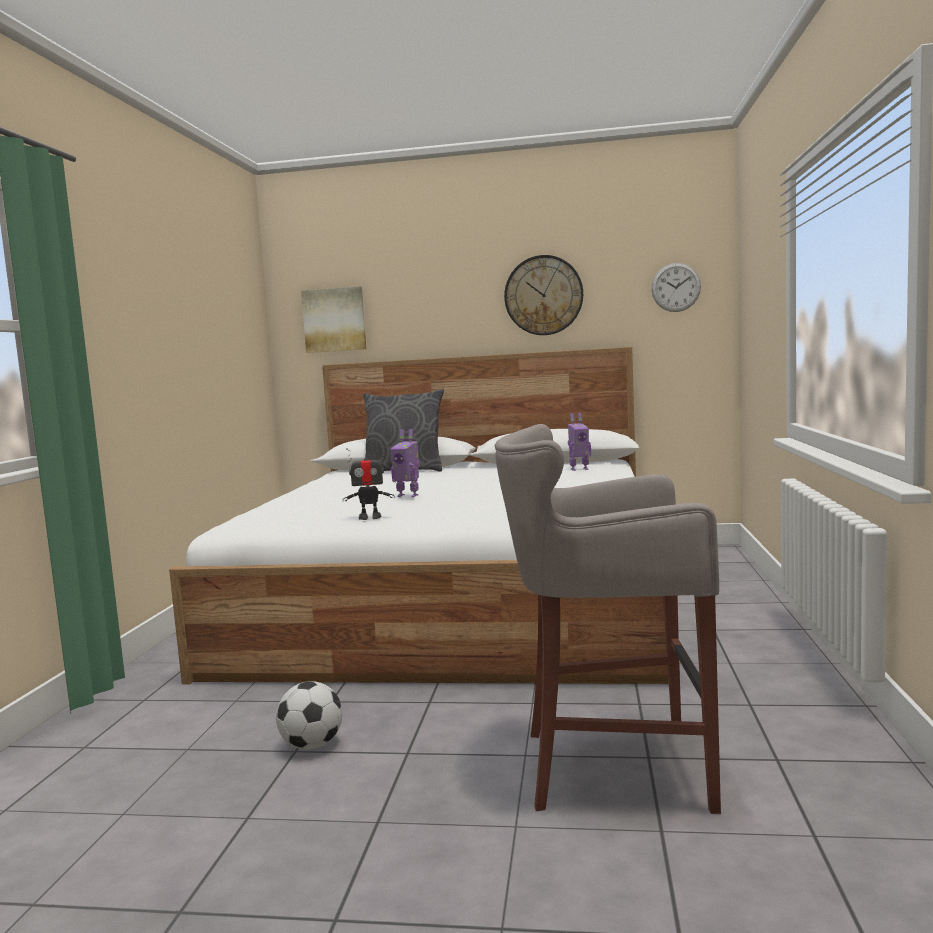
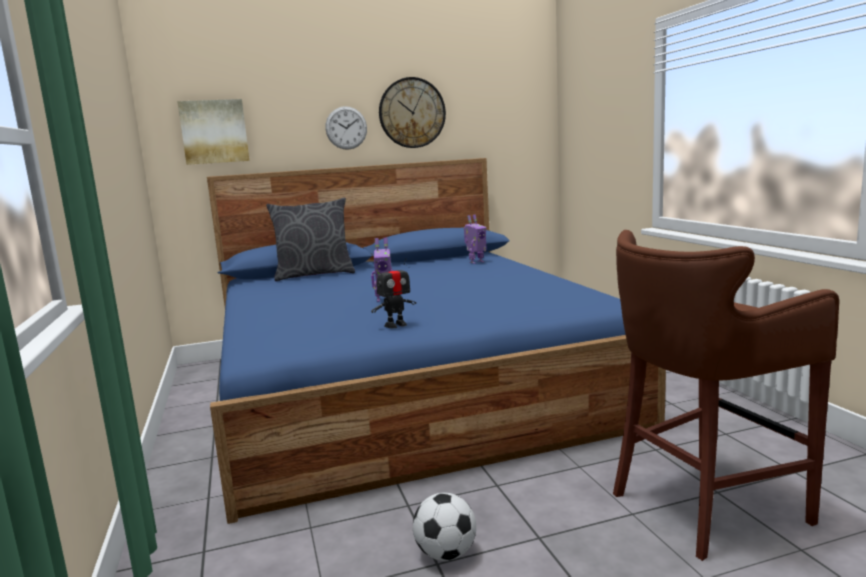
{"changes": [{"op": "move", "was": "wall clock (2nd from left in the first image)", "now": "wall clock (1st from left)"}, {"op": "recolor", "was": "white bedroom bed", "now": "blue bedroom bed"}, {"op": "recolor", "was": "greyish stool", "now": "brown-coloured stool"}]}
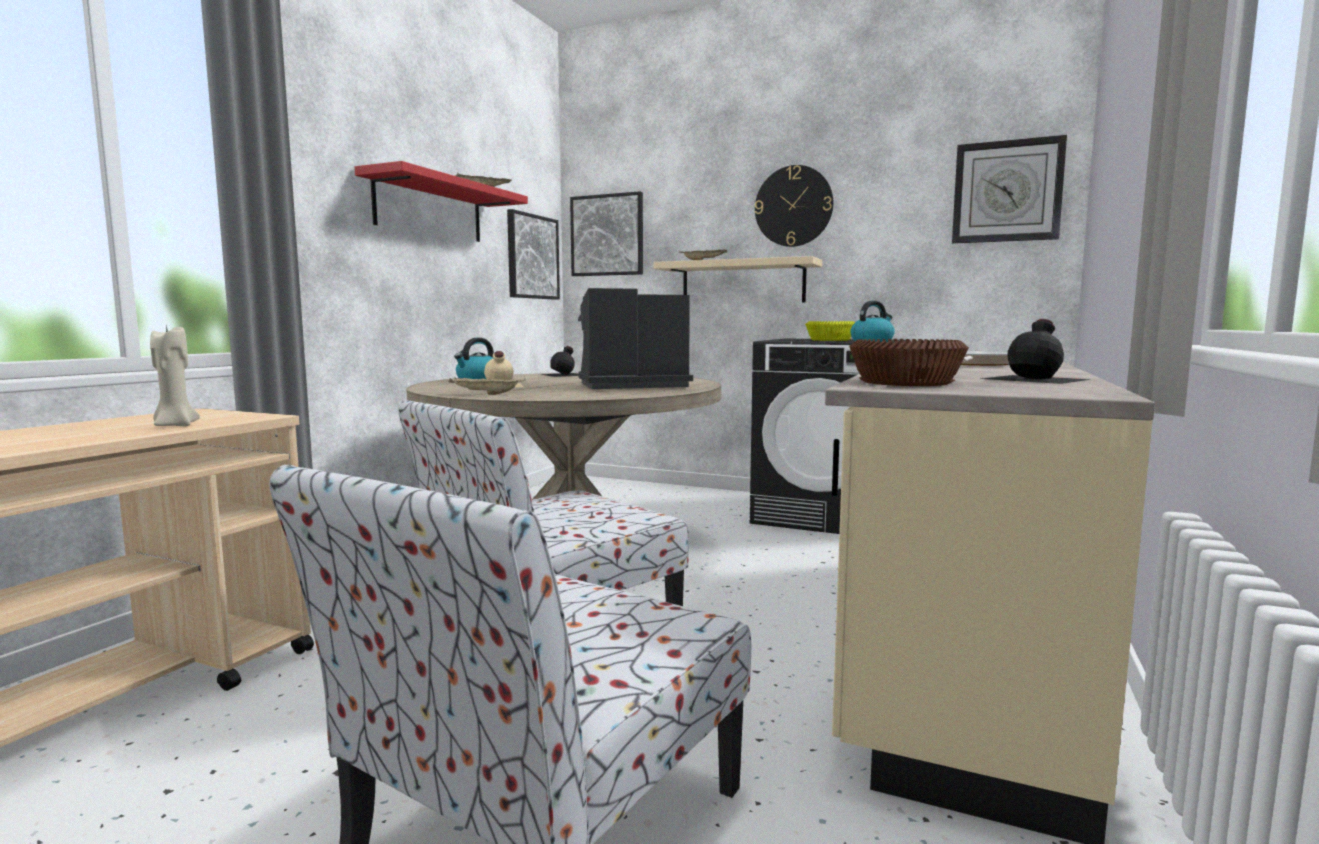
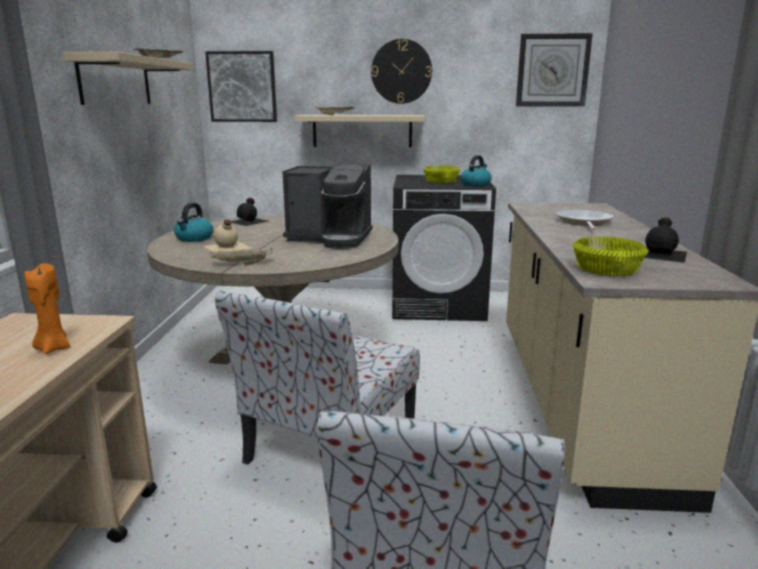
{"changes": [{"op": "delete", "was": "wall picture (1st from left)"}, {"op": "recolor", "was": "beige wax light", "now": "orange-coloured wax light"}, {"op": "recolor", "was": "red shelf", "now": "beige shelf (1st from left)"}, {"op": "recolor", "was": "brown-coloured bowl", "now": "yellow-coloured bowl (2nd from left)"}, {"op": "rotate", "was": "coffee brewer", "clockwise": -135}]}
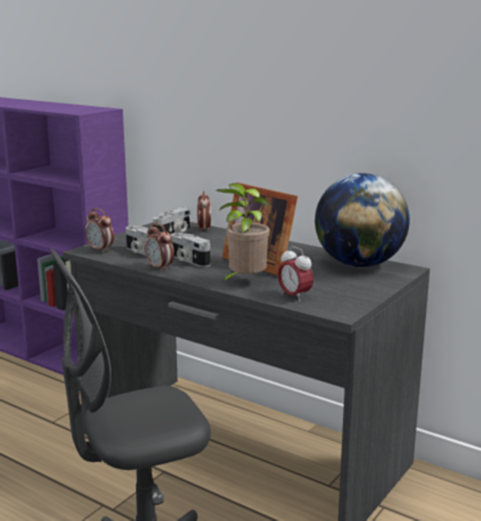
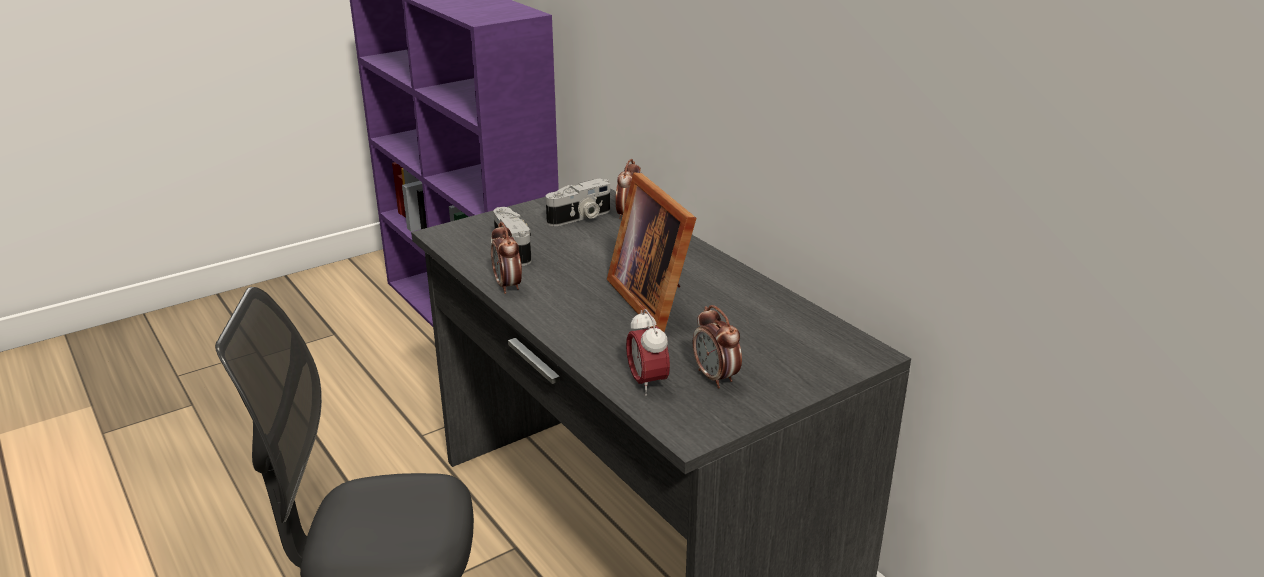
{"changes": [{"op": "delete", "was": "still camera (3rd from left)"}, {"op": "delete", "was": "plant in a pot"}, {"op": "delete", "was": "globe"}, {"op": "move", "was": "alarm clock (1st from left in the first image)", "now": "alarm clock (4th from left)"}]}
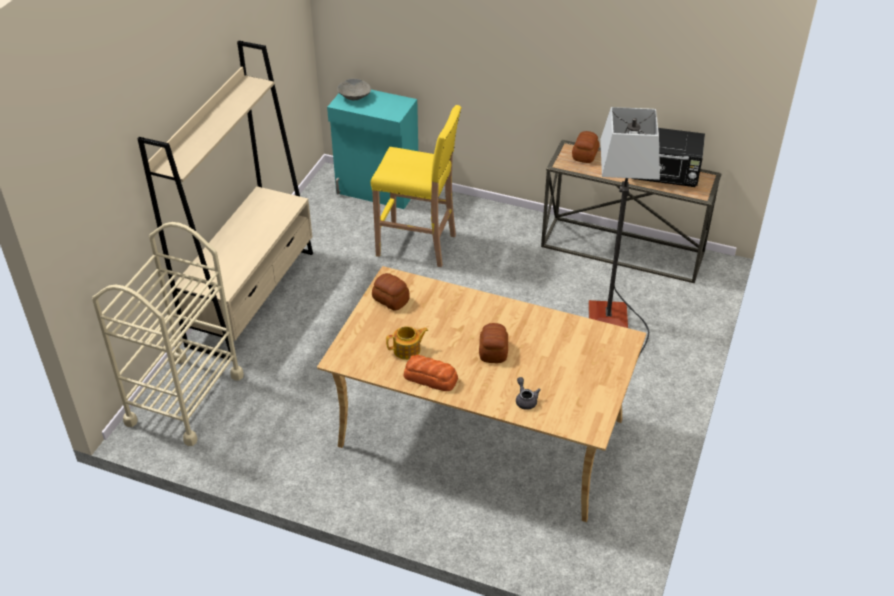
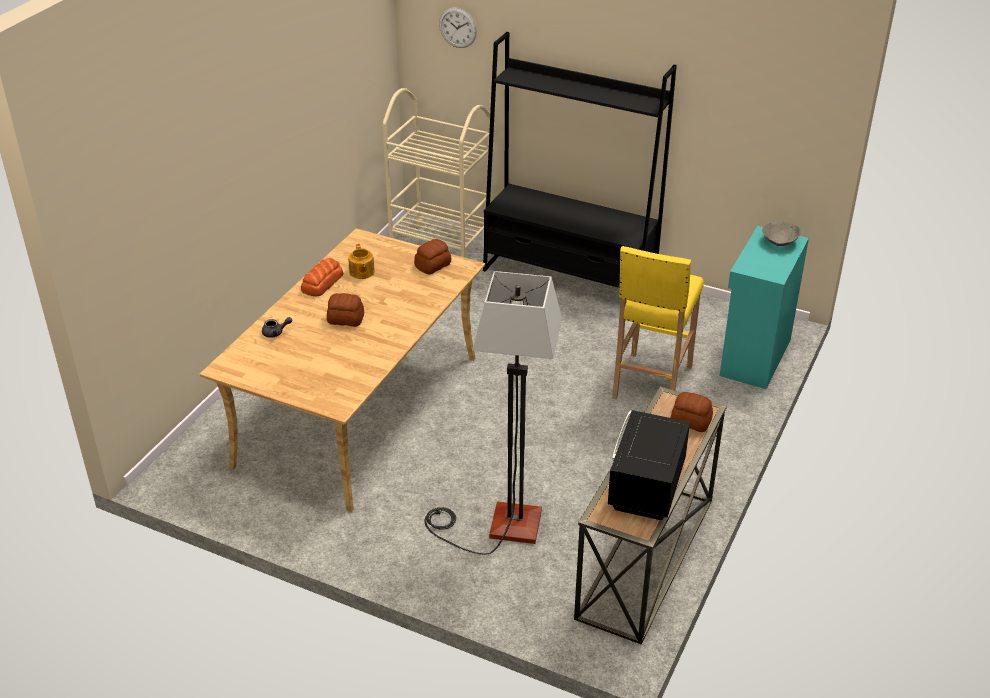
{"changes": [{"op": "insert", "now": "wall clock"}, {"op": "recolor", "was": "beige bookcase", "now": "black-coloured bookcase"}]}
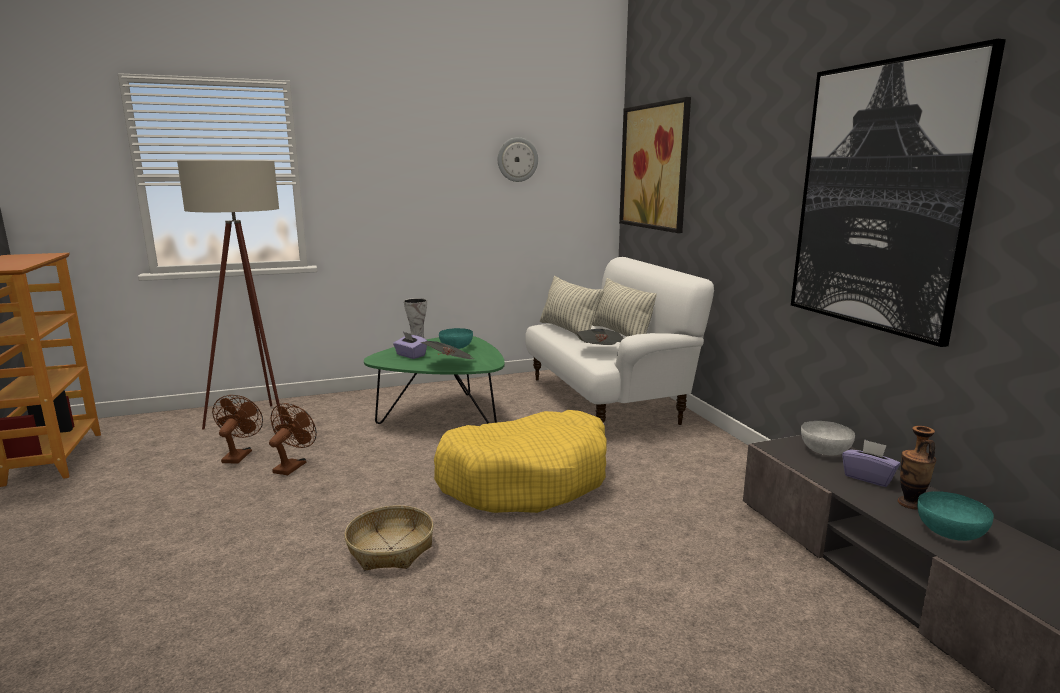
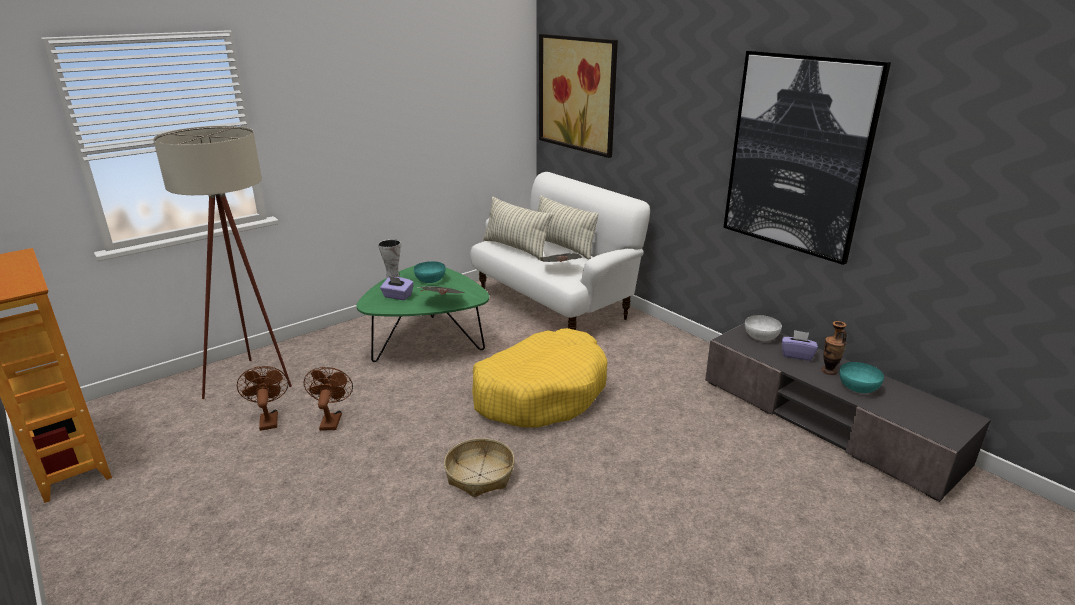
{"changes": [{"op": "delete", "was": "wall clock"}]}
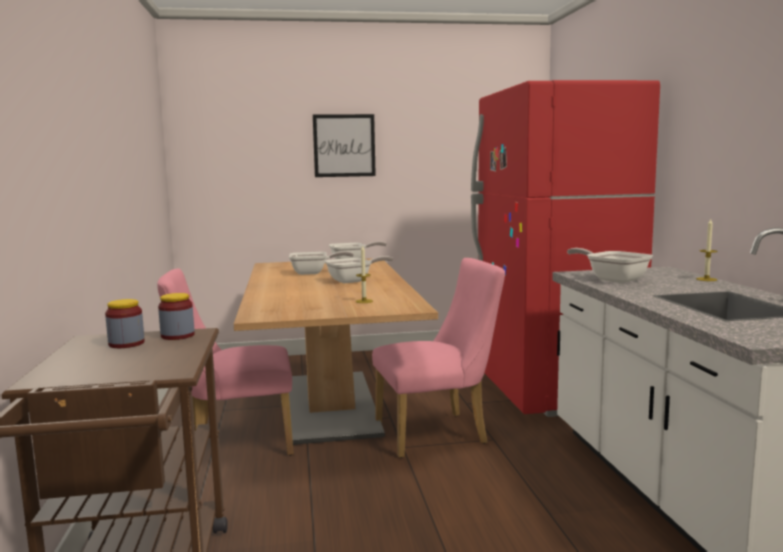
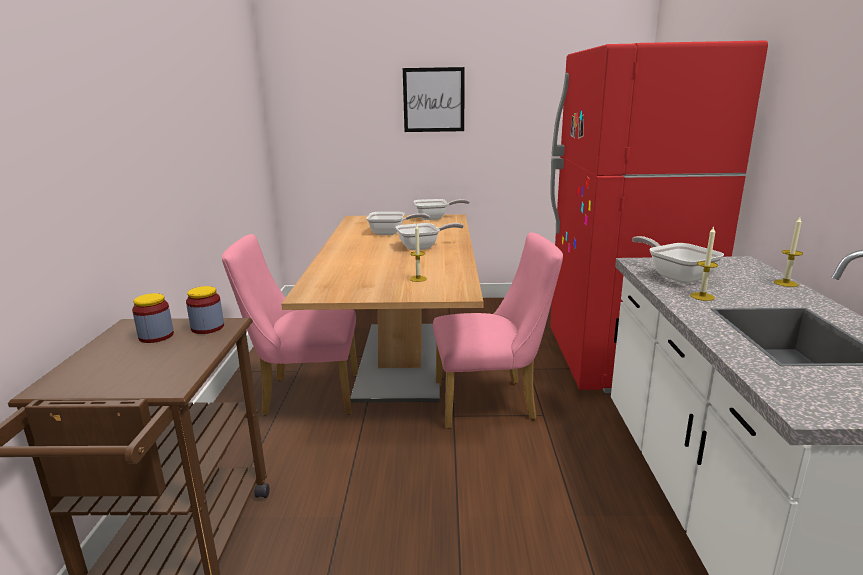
{"changes": [{"op": "insert", "now": "wax light (2nd from left)"}]}
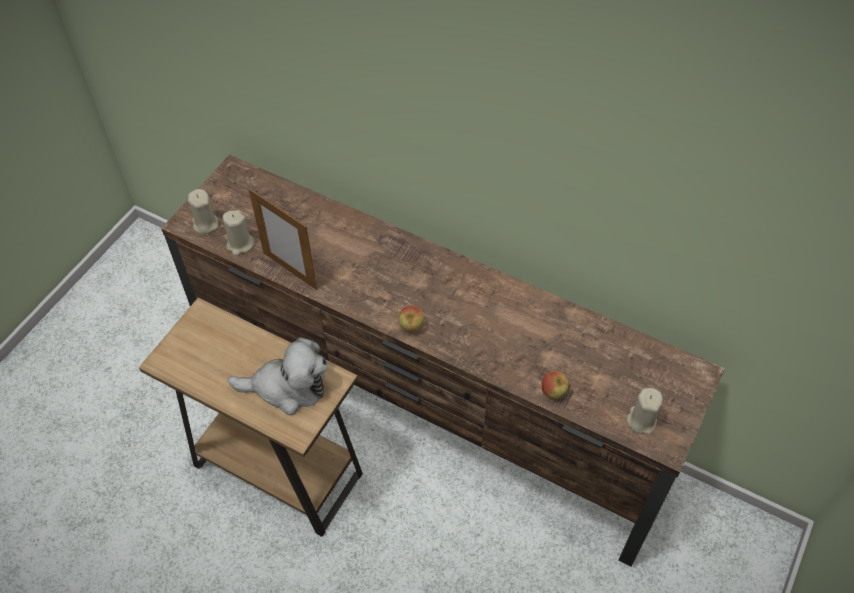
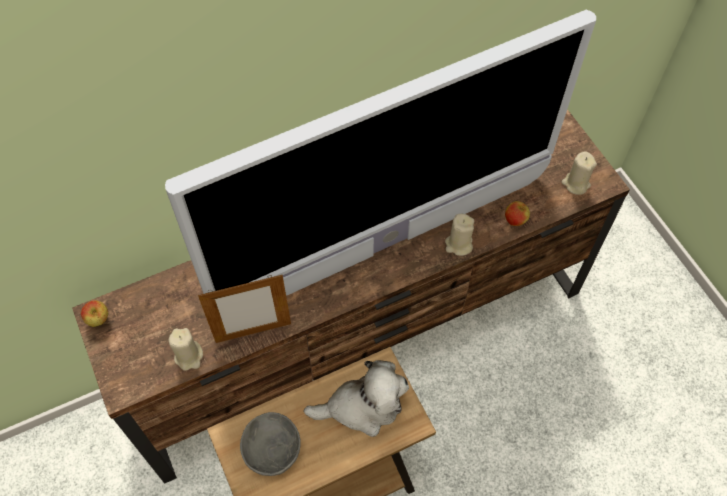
{"changes": [{"op": "insert", "now": "television"}, {"op": "insert", "now": "greyish bowl"}, {"op": "move", "was": "beige wax light (1st from left in the first image)", "now": "beige wax light (2nd from left)"}, {"op": "move", "was": "whole apple (1st from left)"}, {"op": "rotate", "was": "cuddly toy", "clockwise": 45}]}
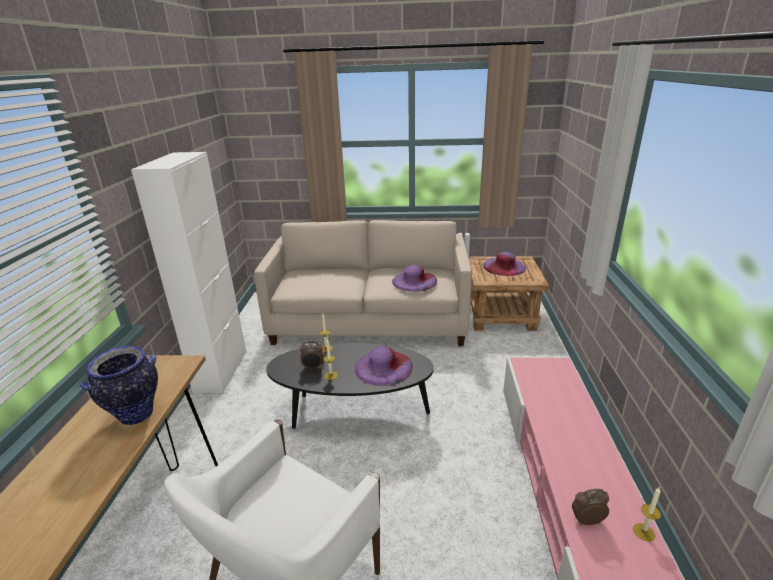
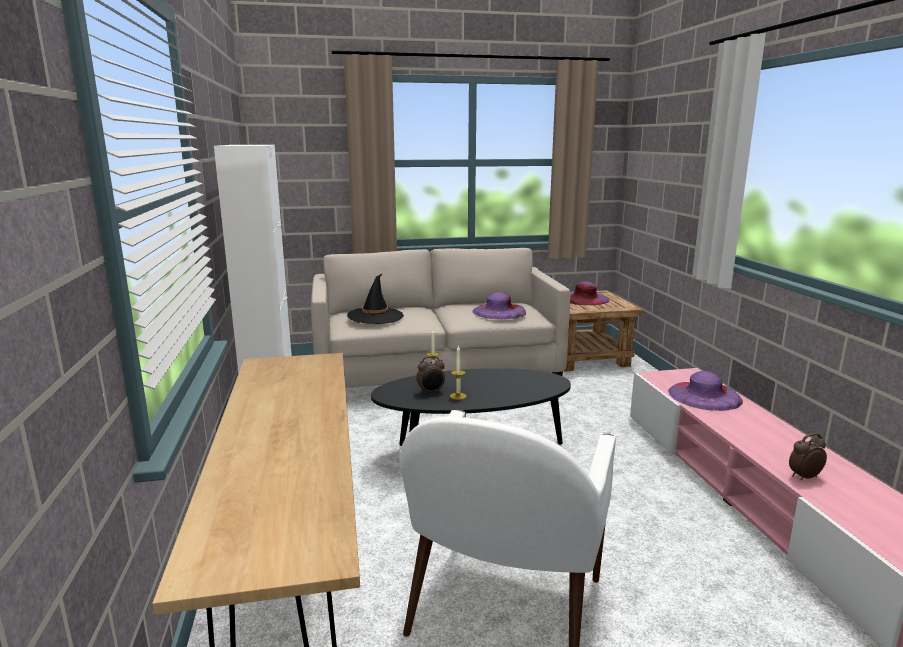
{"changes": [{"op": "delete", "was": "flower vase"}, {"op": "delete", "was": "wax light (3rd from left)"}, {"op": "insert", "now": "black-coloured clothing hat"}, {"op": "move", "was": "purple clothing hat (1st from left in the first image)", "now": "purple clothing hat (3rd from left)"}]}
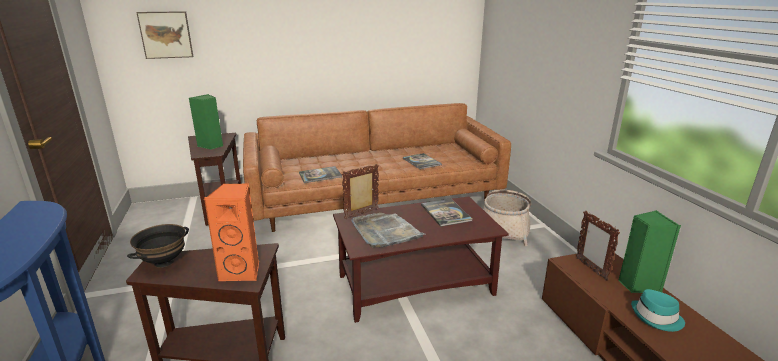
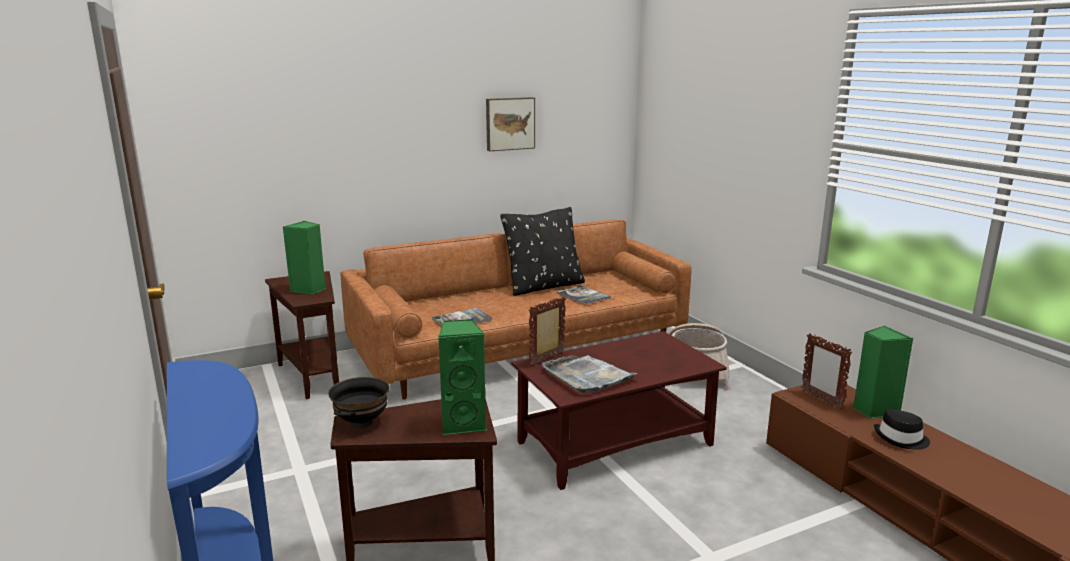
{"changes": [{"op": "delete", "was": "bound book (3rd from left)"}, {"op": "insert", "now": "black-coloured pillow"}, {"op": "move", "was": "wall picture"}, {"op": "recolor", "was": "orange-coloured speaker", "now": "greenish speaker (2nd from left)"}, {"op": "recolor", "was": "blue-green clothing hat", "now": "black-coloured clothing hat"}]}
